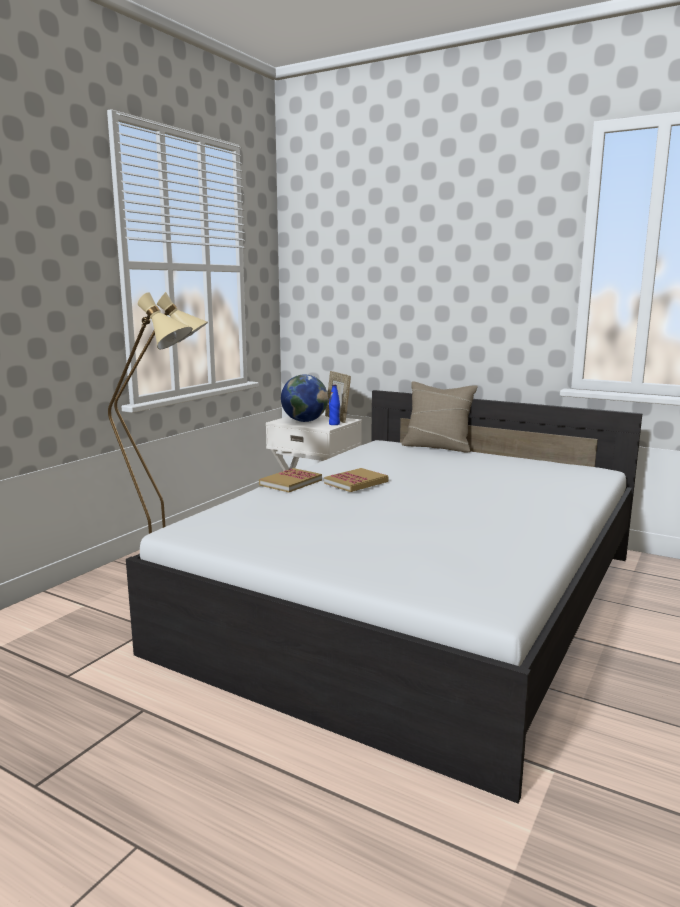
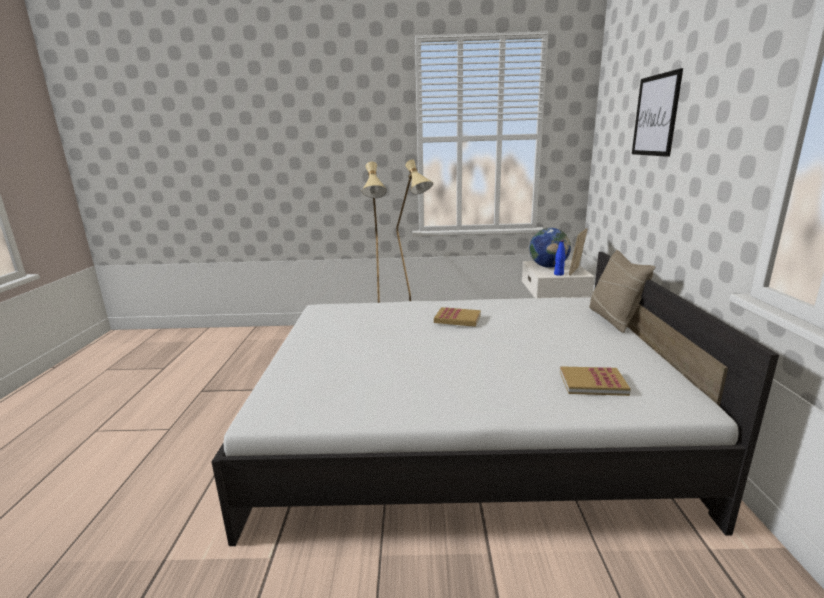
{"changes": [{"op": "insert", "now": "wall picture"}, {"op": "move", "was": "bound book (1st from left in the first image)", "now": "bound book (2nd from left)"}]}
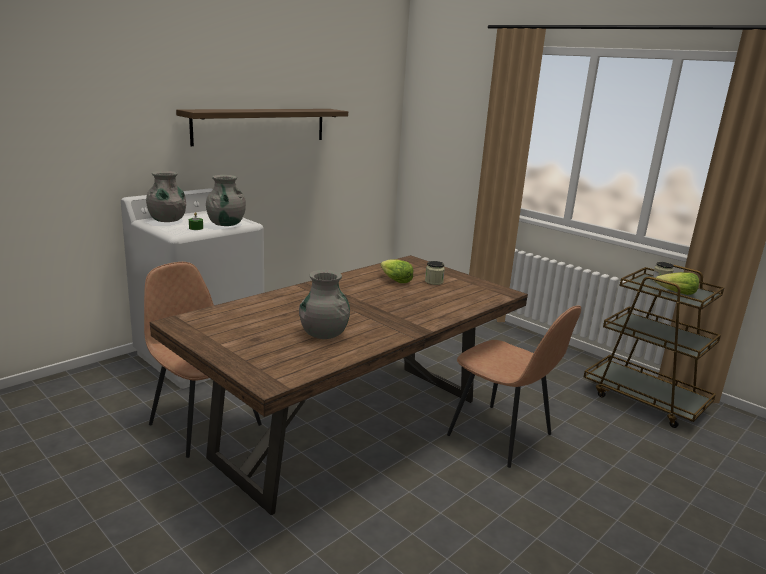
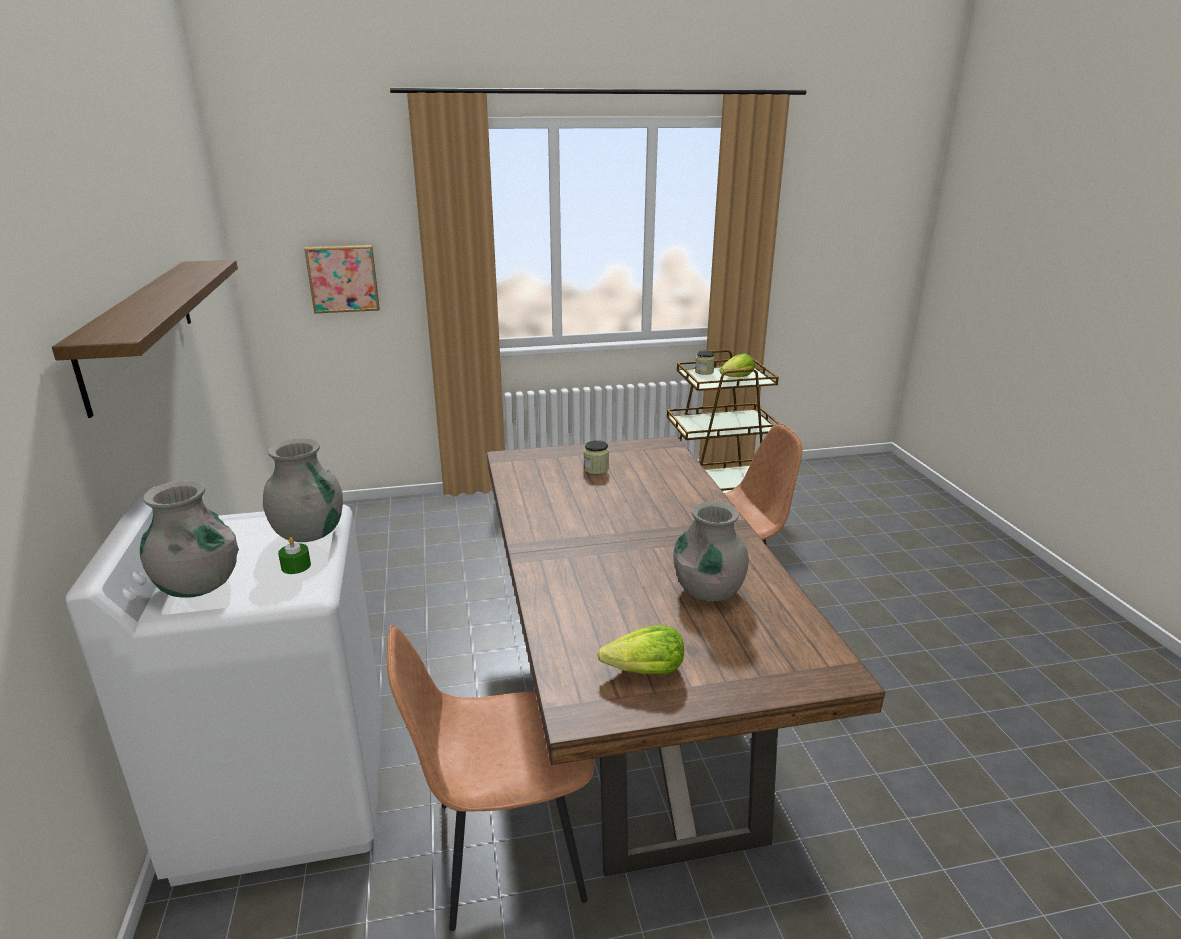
{"changes": [{"op": "insert", "now": "wall picture"}, {"op": "move", "was": "head of lettuce (1st from left)"}]}
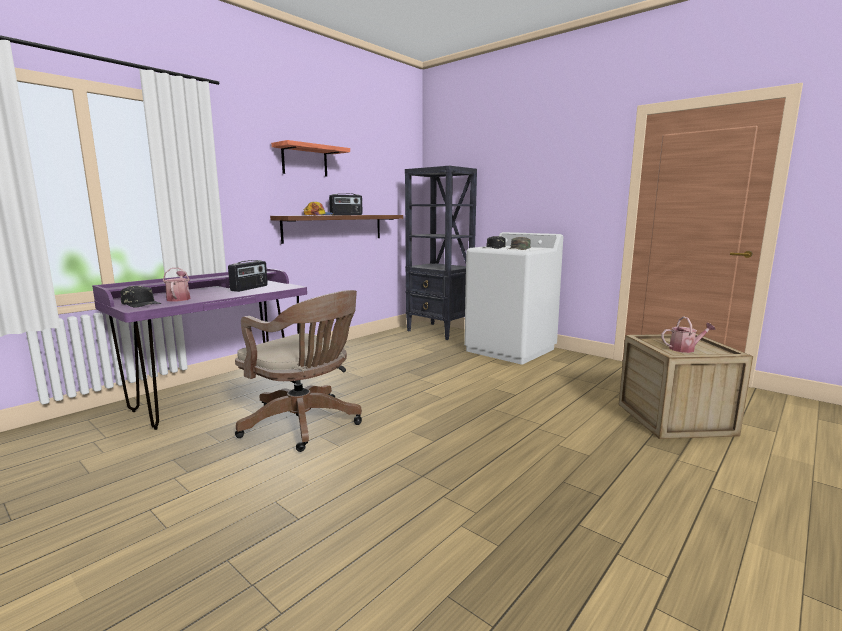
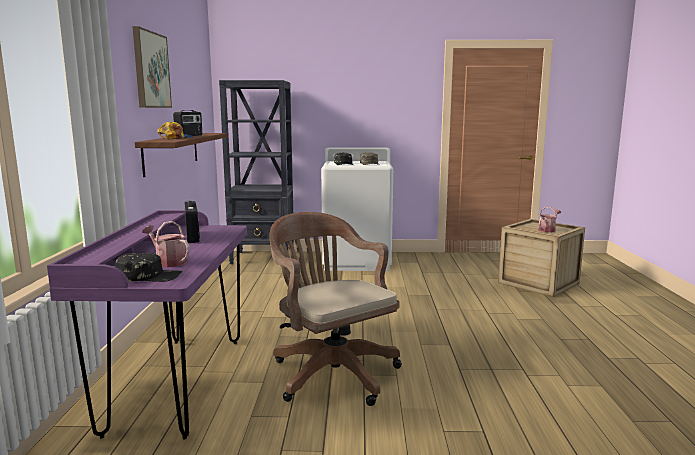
{"changes": [{"op": "replace", "was": "shelf (1st from left)", "now": "wall picture"}, {"op": "rotate", "was": "brown-coloured office chair", "clockwise": -120}]}
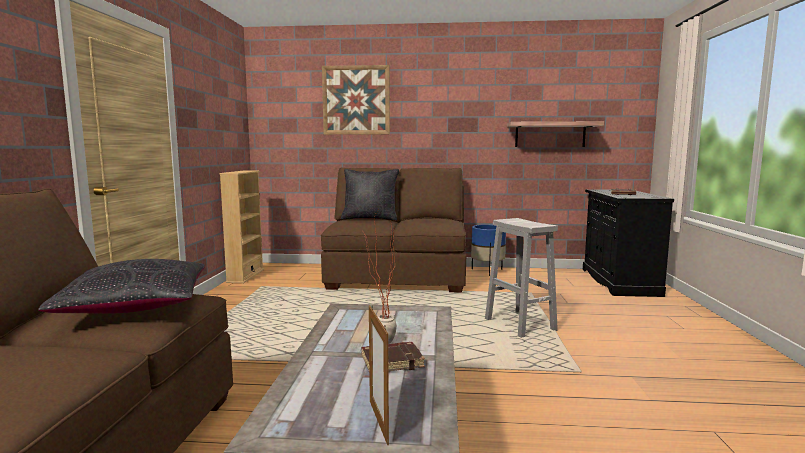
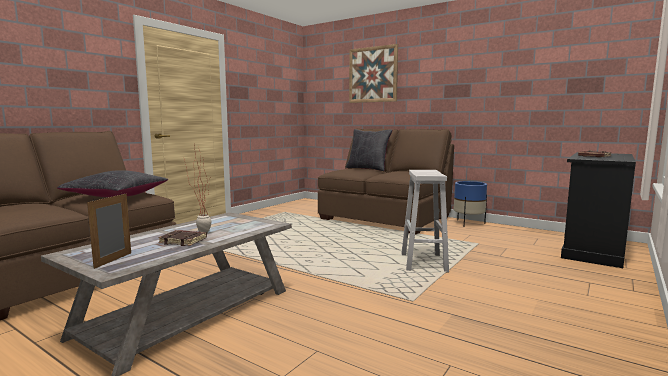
{"changes": [{"op": "delete", "was": "beige bookcase"}, {"op": "delete", "was": "shelf"}]}
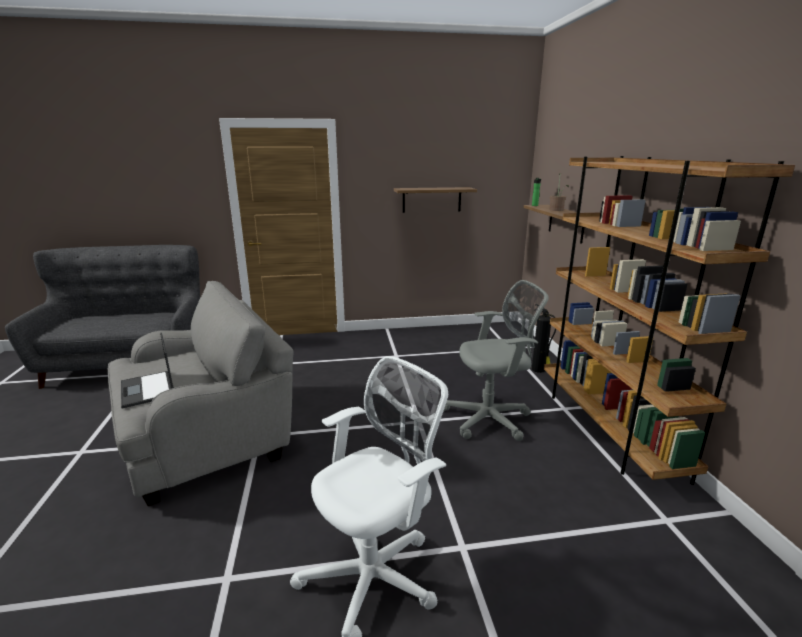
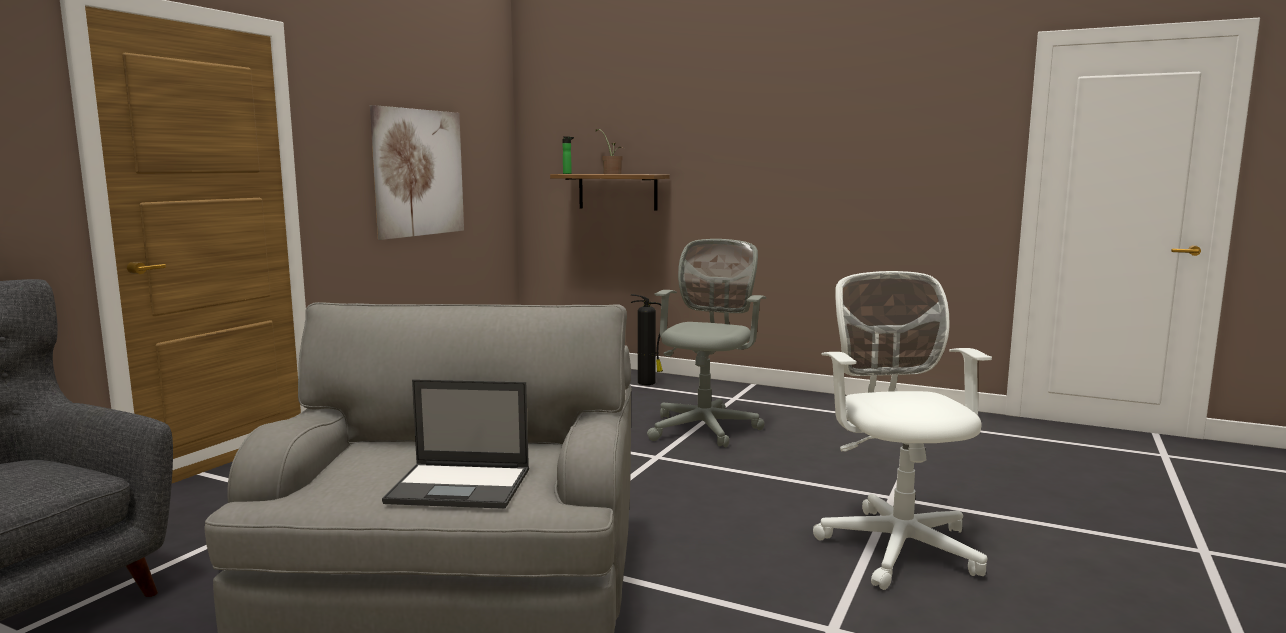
{"changes": [{"op": "delete", "was": "brown-coloured bookcase"}, {"op": "replace", "was": "shelf (1st from left)", "now": "wall picture"}]}
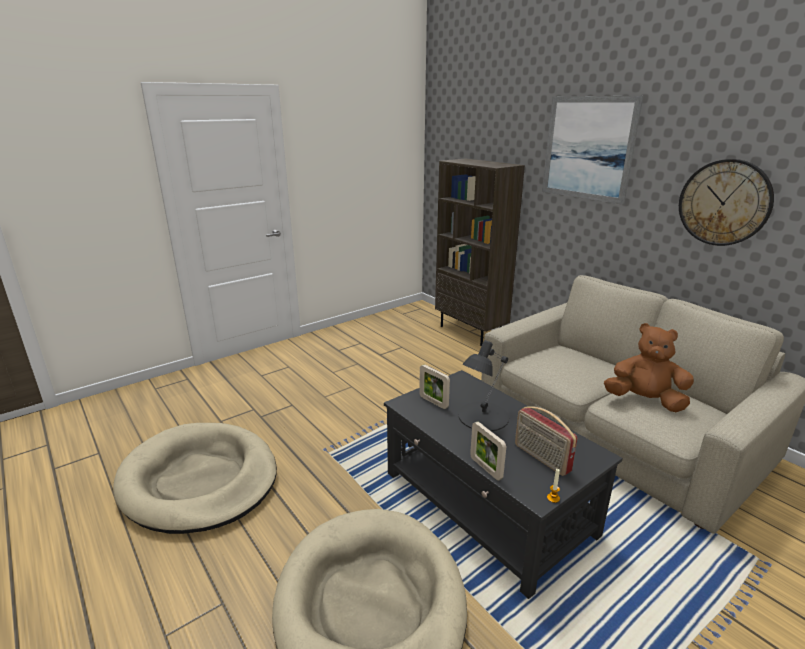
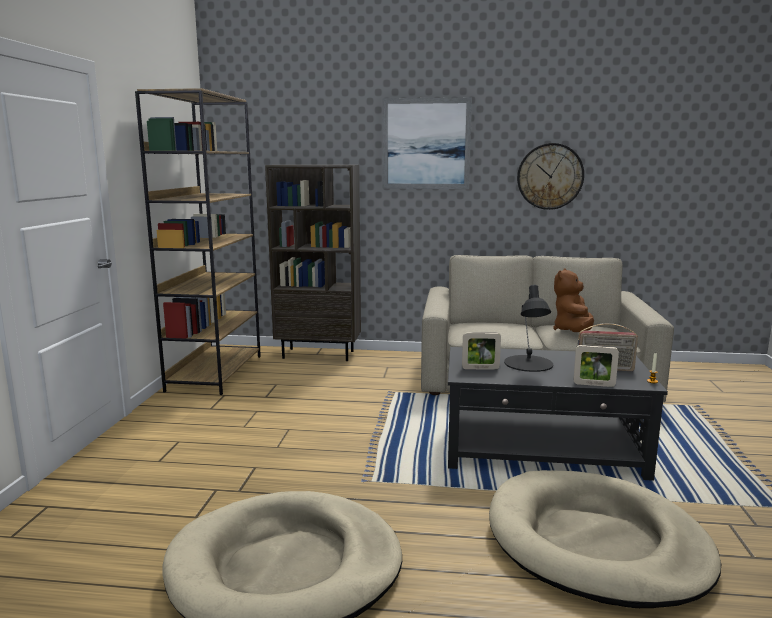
{"changes": [{"op": "insert", "now": "brown-coloured bookcase (1st from left)"}, {"op": "rotate", "was": "brown-coloured cuddly toy", "clockwise": -45}]}
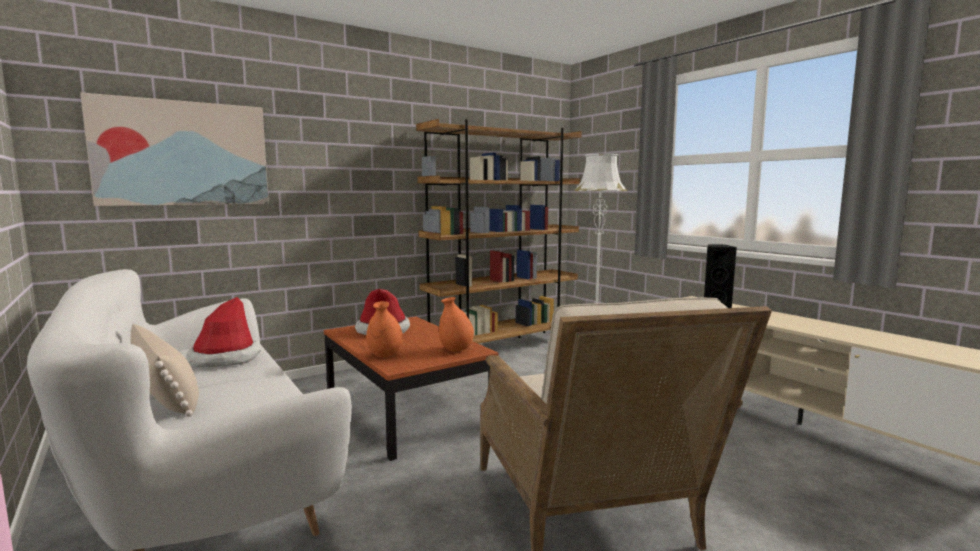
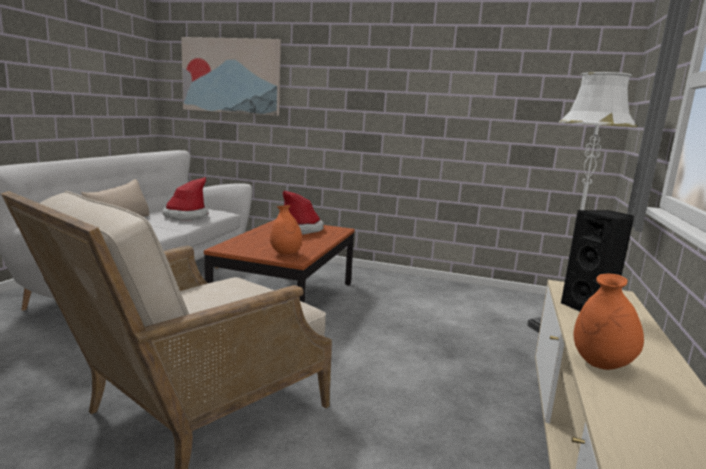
{"changes": [{"op": "delete", "was": "brown-coloured bookcase"}, {"op": "move", "was": "orange-coloured flower vase (1st from left in the first image)", "now": "orange-coloured flower vase (2nd from left)"}]}
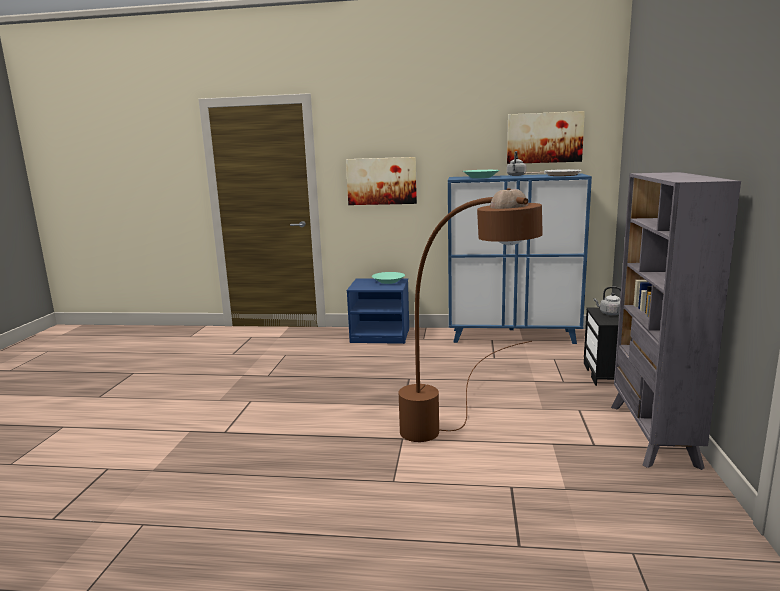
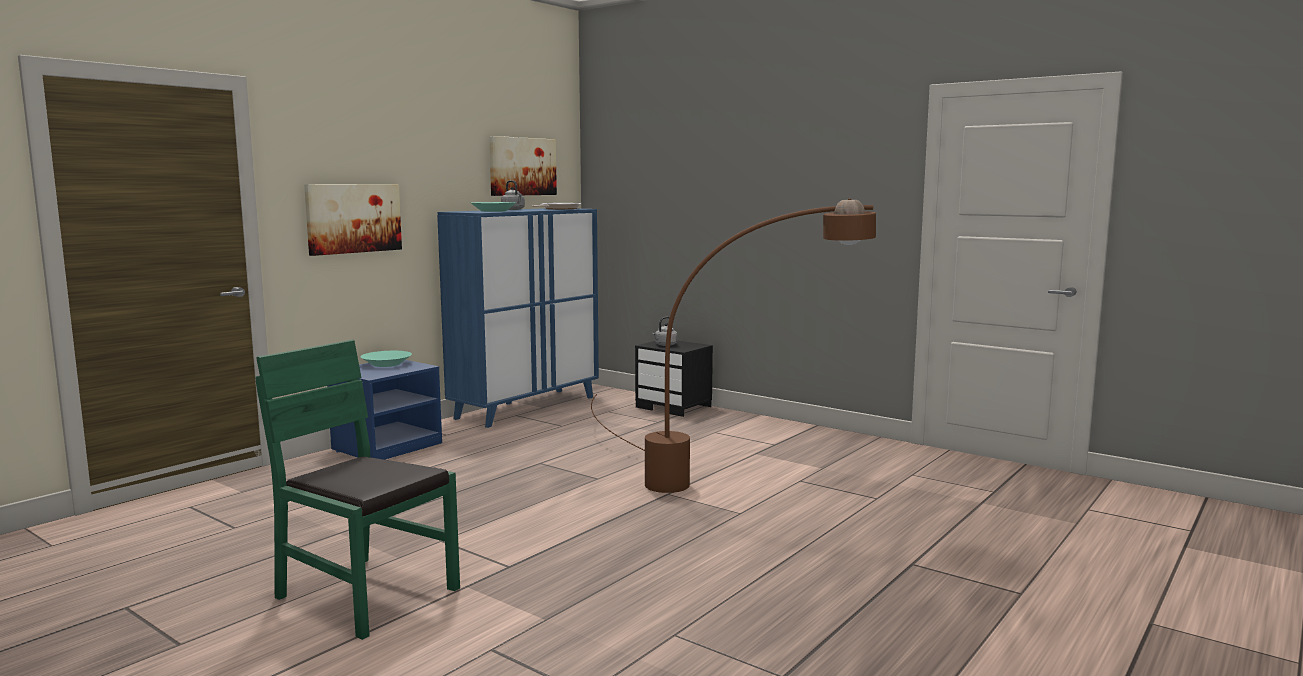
{"changes": [{"op": "delete", "was": "greyish bookcase"}, {"op": "insert", "now": "greenish chair"}]}
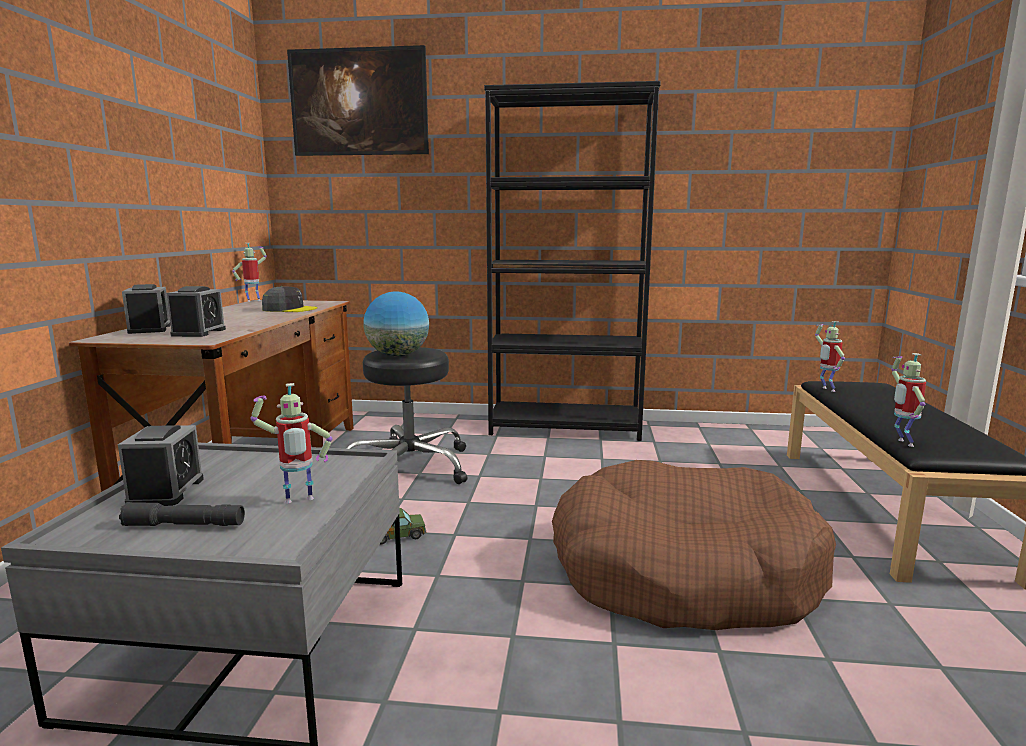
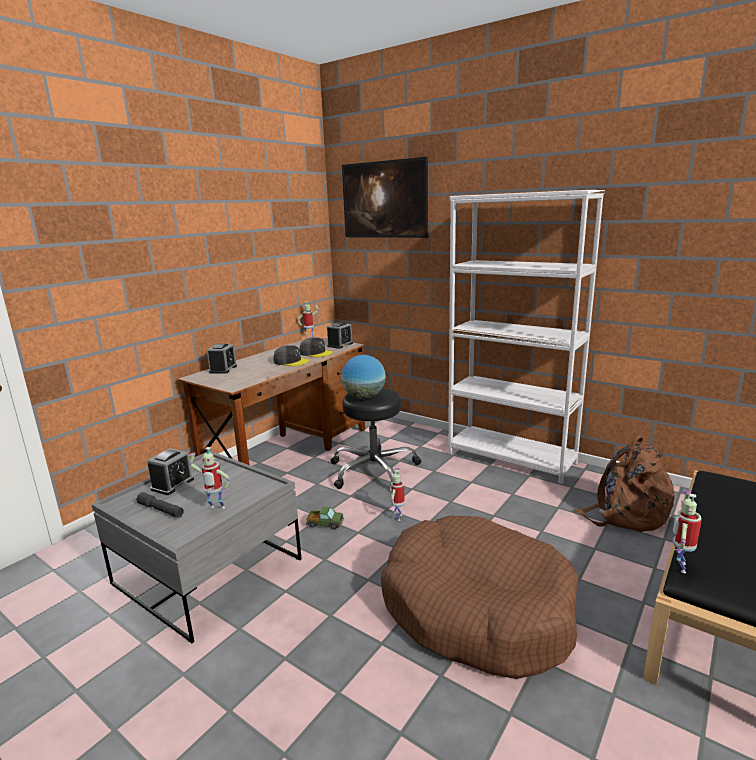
{"changes": [{"op": "insert", "now": "greyish baseball cap (1st from left)"}, {"op": "insert", "now": "brown-coloured knapsack"}, {"op": "move", "was": "alarm clock (3rd from left)"}, {"op": "move", "was": "robot figure (3rd from left)"}, {"op": "recolor", "was": "black-coloured bookcase", "now": "white bookcase"}]}
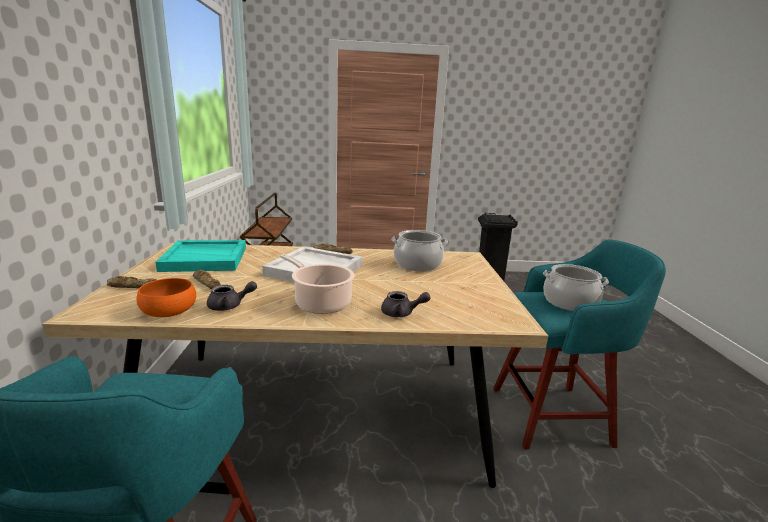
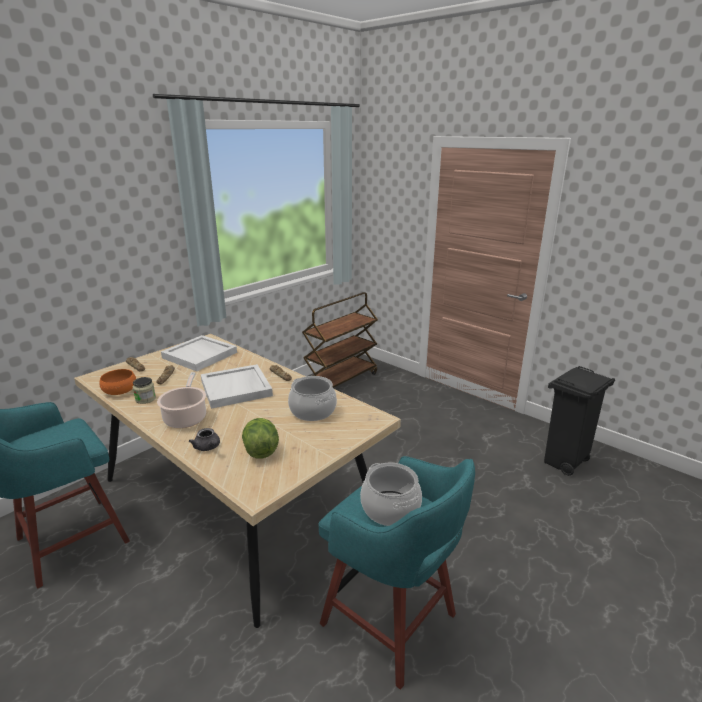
{"changes": [{"op": "insert", "now": "head of lettuce"}, {"op": "replace", "was": "greyish teapot (1st from left)", "now": "preserve jar"}, {"op": "recolor", "was": "blue-green carrying tray", "now": "white carrying tray (1st from left)"}]}
